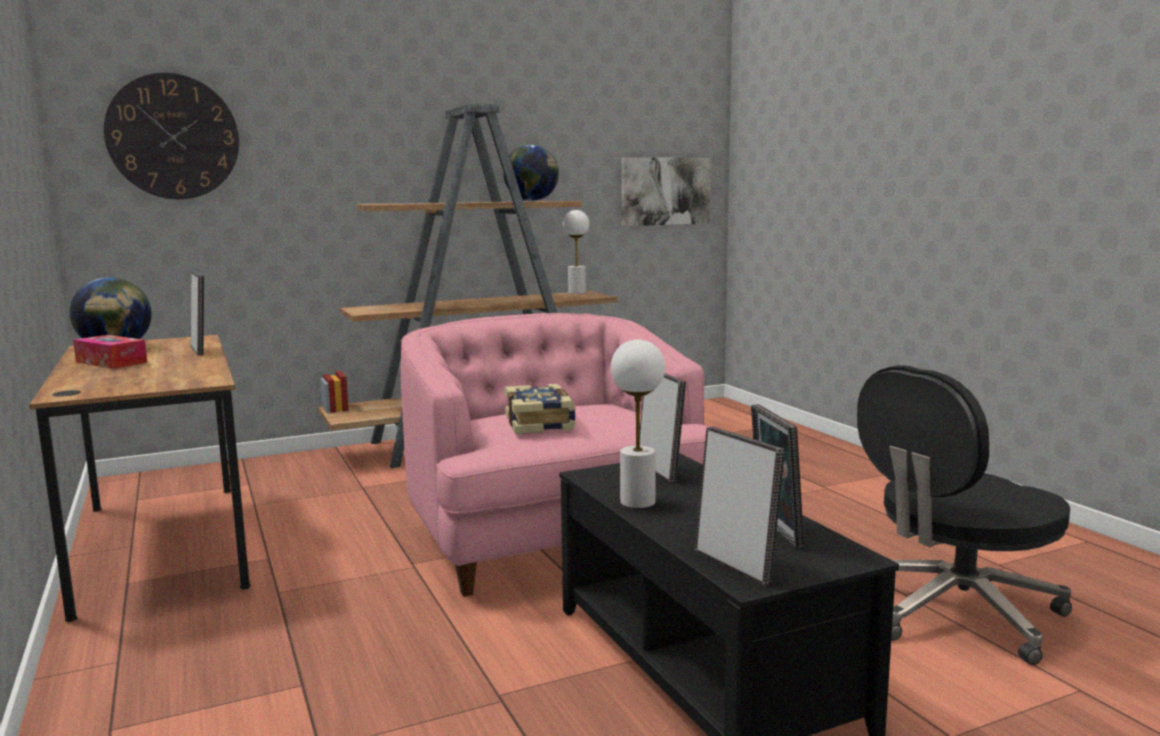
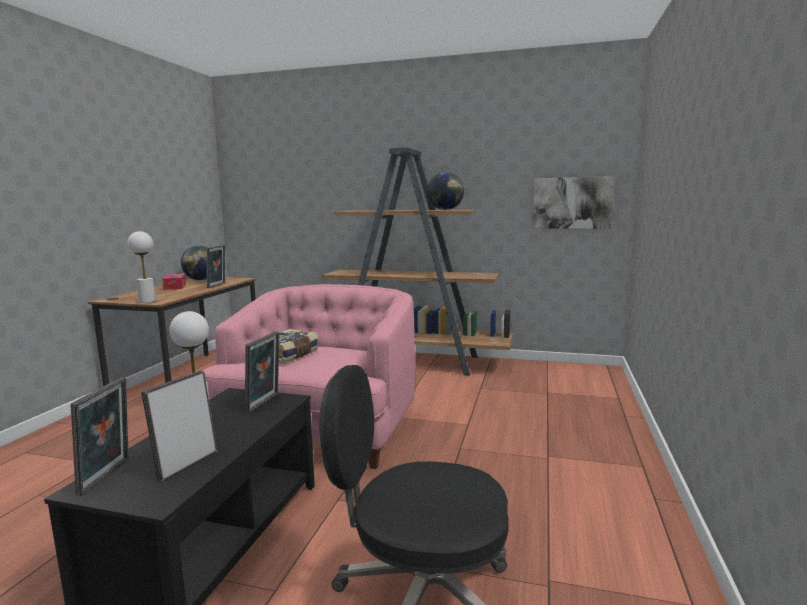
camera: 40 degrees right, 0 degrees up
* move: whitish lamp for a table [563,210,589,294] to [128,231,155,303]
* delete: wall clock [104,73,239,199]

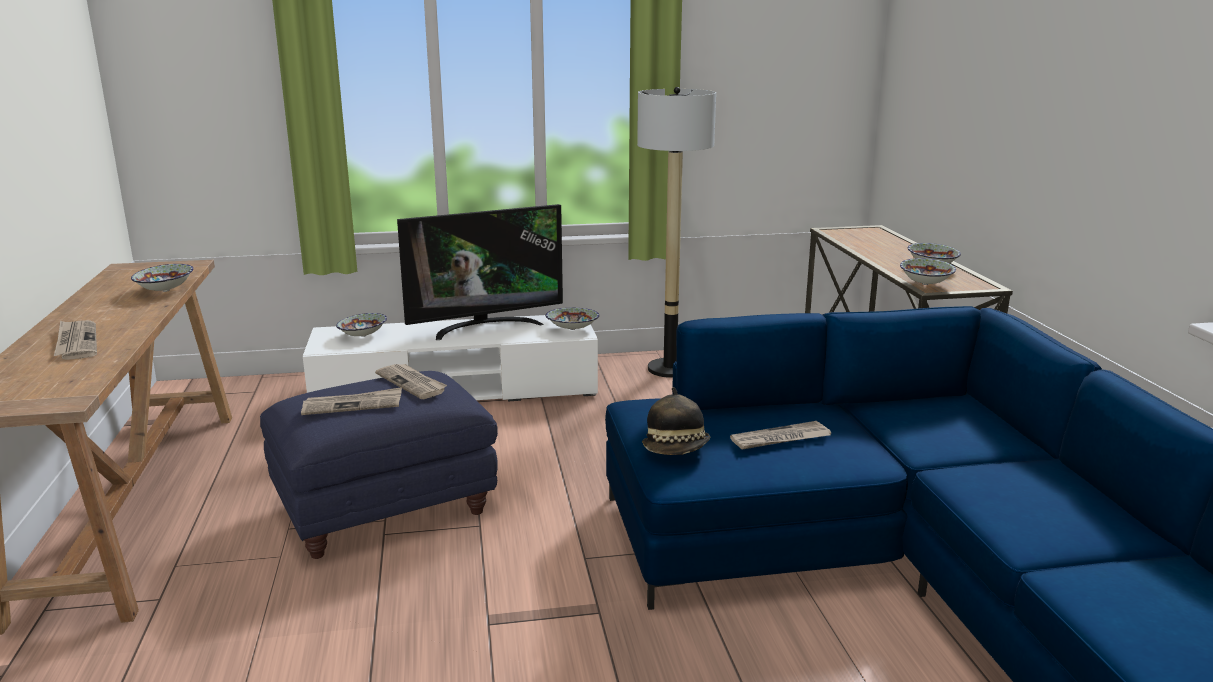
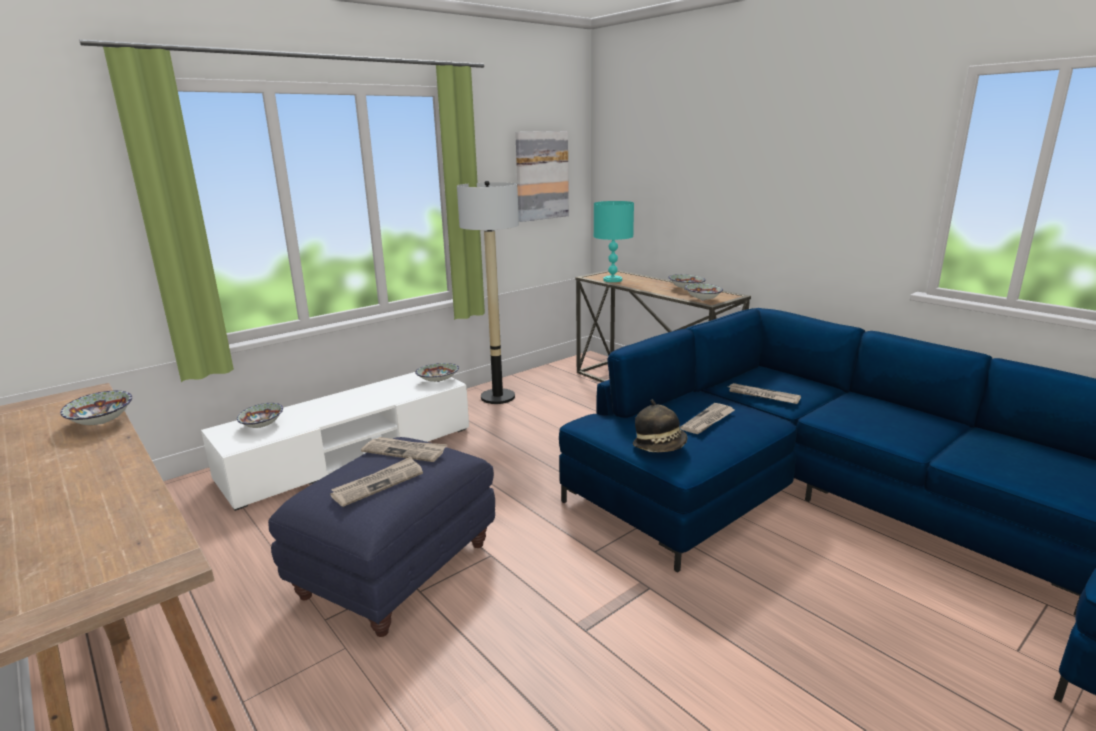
camera: 30 degrees left, 0 degrees up
* insert: wall picture [515,131,569,222]
* insert: turquoise-coloured lamp for a table [594,201,634,282]
* move: printed paper [54,320,97,360] to [729,383,801,404]
* delete: TV [397,204,563,340]

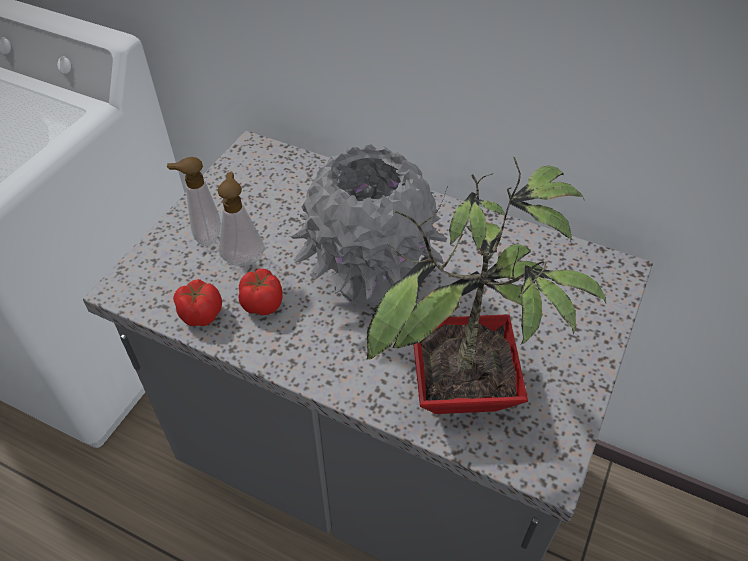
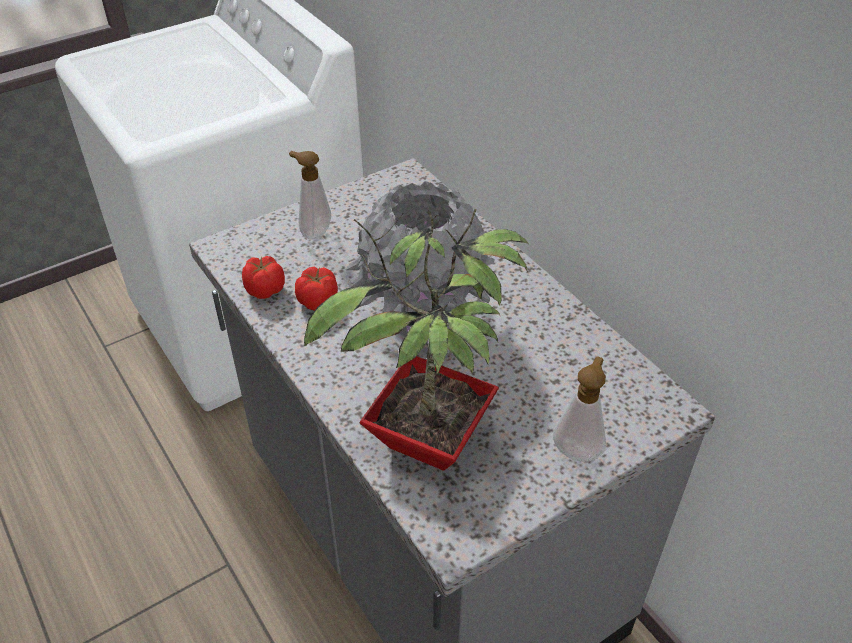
camera: 30 degrees right, 5 degrees down
* move: soap bottle [217,172,265,266] to [553,356,606,462]

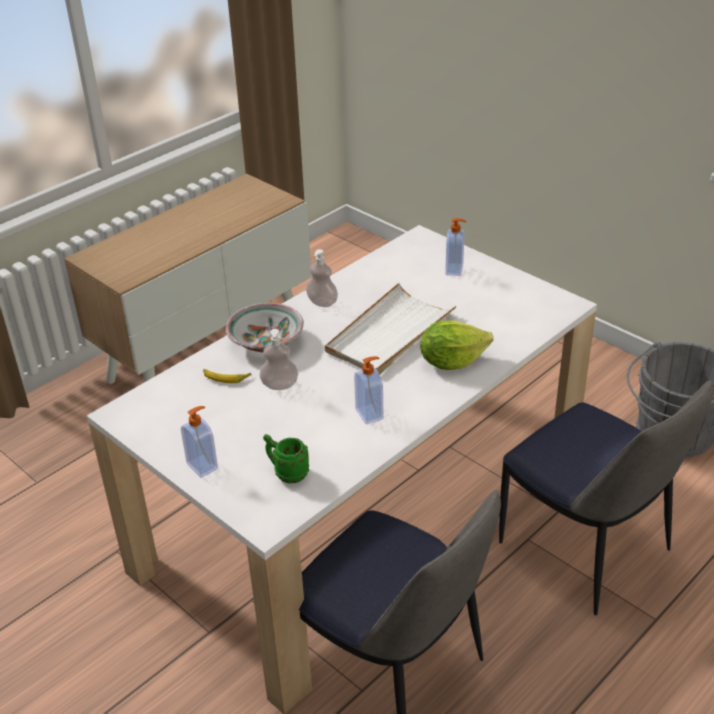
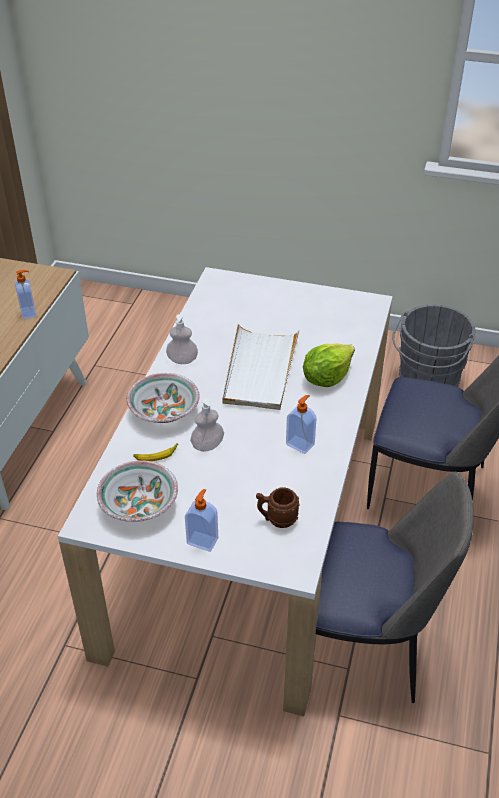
camera: 30 degrees left, 5 degrees up
* move: soap bottle [445,218,466,276] to [14,270,36,319]
* insert: deep dish [97,460,178,522]
* recolor: green coffee mug [263,434,309,484] to brown-coloured coffee mug [256,487,299,528]

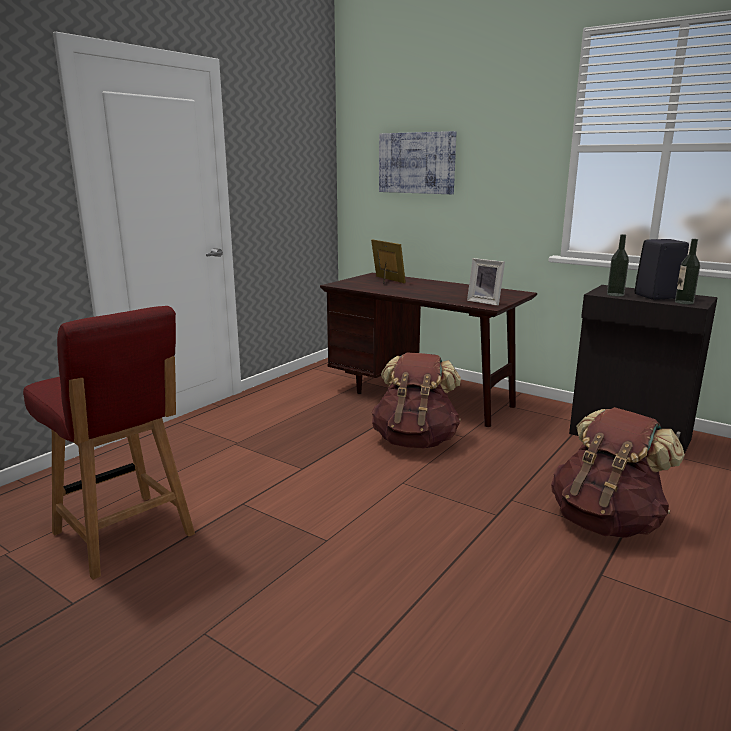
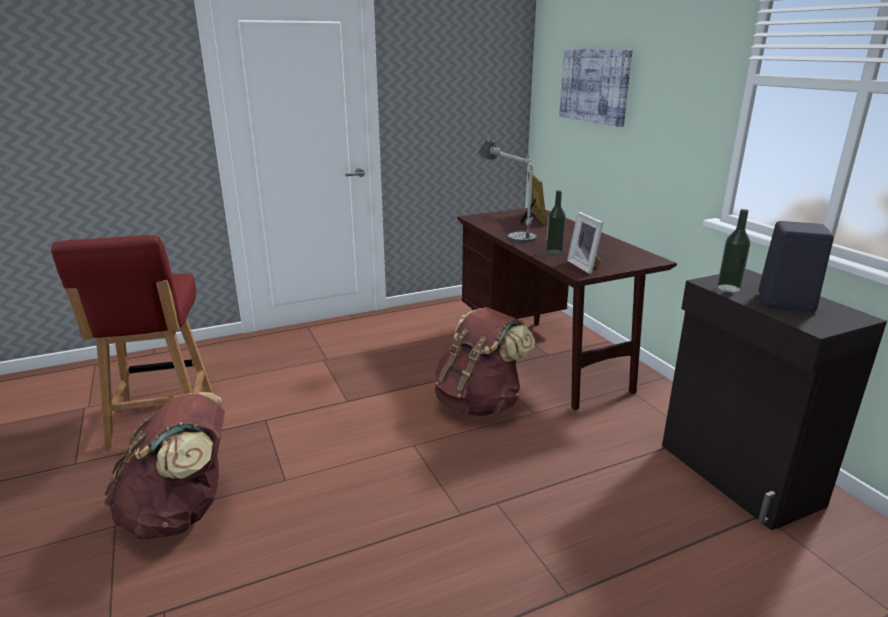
camera: 30 degrees right, 5 degrees up
* move: brown-coloured backpack [551,407,685,538] to [104,392,225,540]
* insert: lamp for a table [478,138,537,243]
* move: bottle [675,239,700,304] to [546,190,566,255]

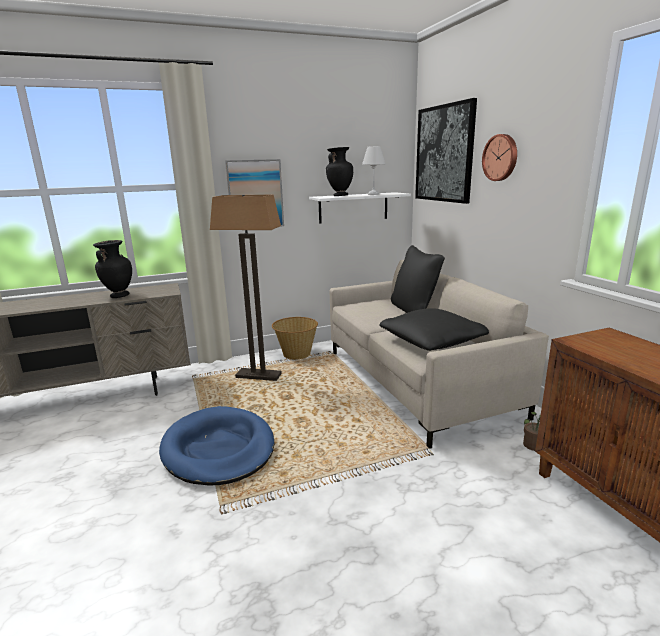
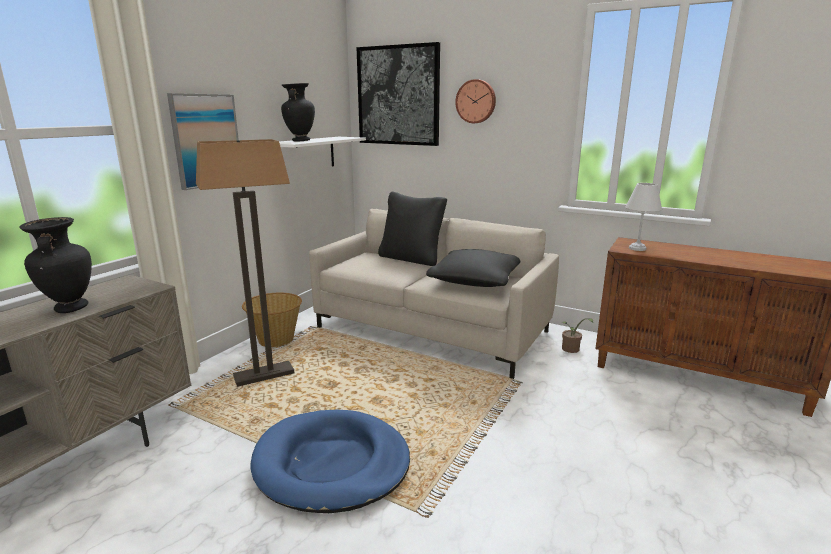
camera: 40 degrees left, 0 degrees up
* move: whitish lamp for a table [362,146,386,195] to [626,183,662,251]

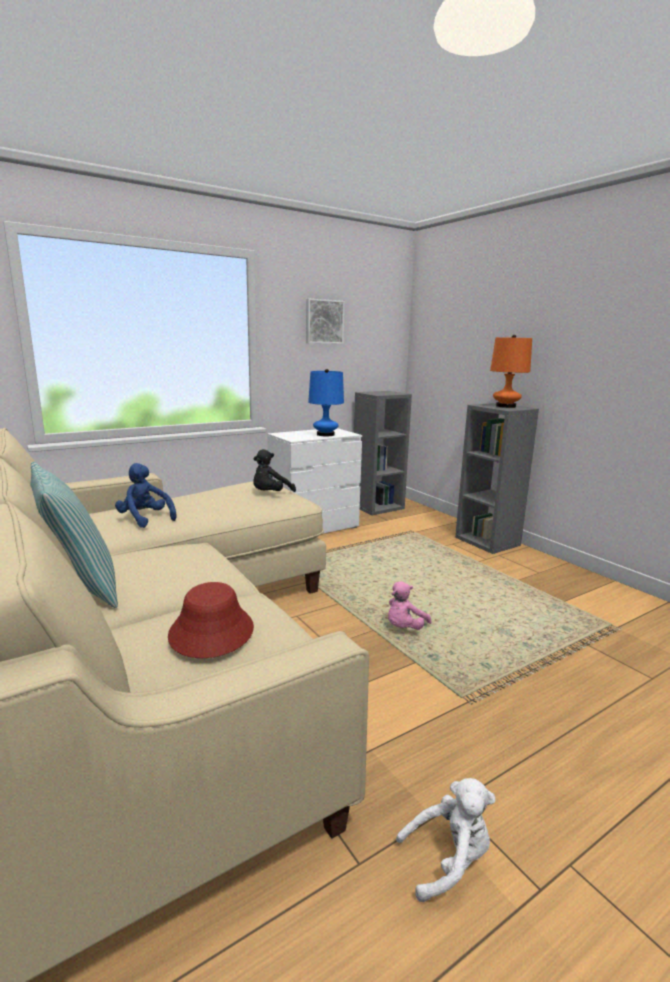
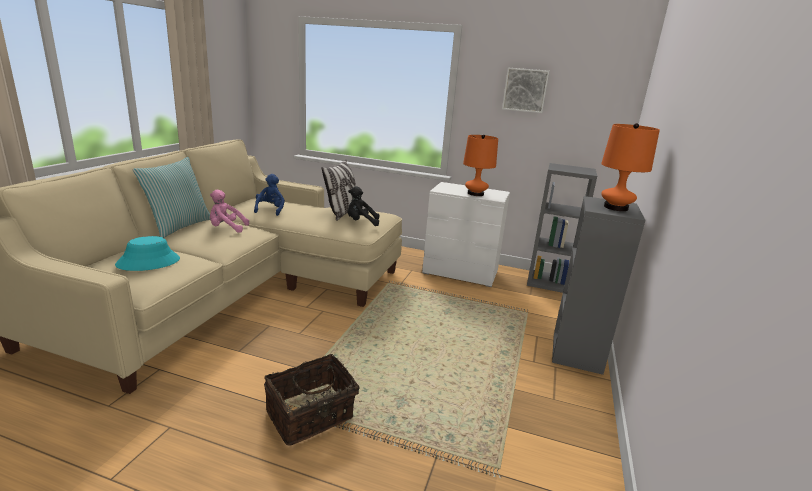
camera: 50 degrees right, 5 degrees up
* recolor: red-coloured clothing hat [168,582,254,658] to turquoise-coloured clothing hat [115,236,180,271]
* move: pinkish soft toy [388,581,431,630] to [210,190,249,233]
* insert: household basket [264,354,362,446]
* insert: pillow [321,160,356,221]
* recolor: blue lamp for a table [308,369,344,436] to orangey lamp for a table [463,134,498,196]
* delete: whitish soft toy [396,778,496,902]

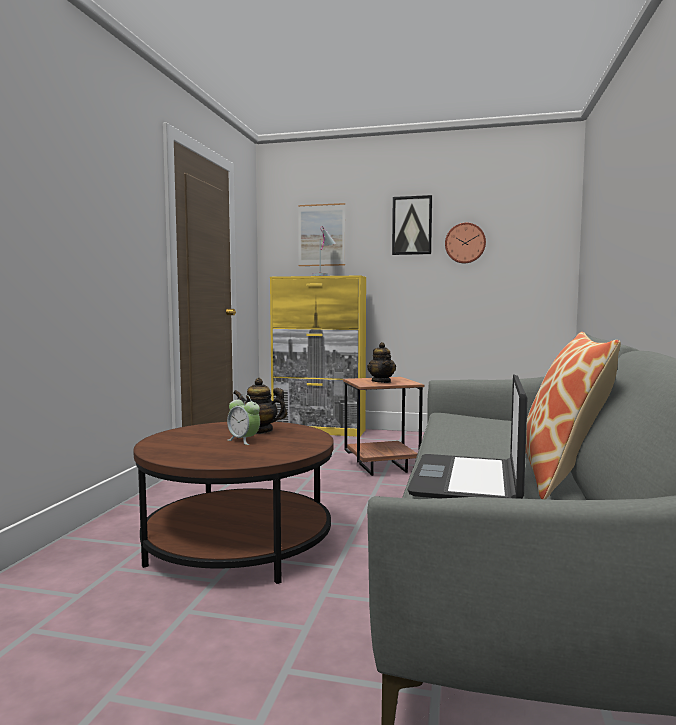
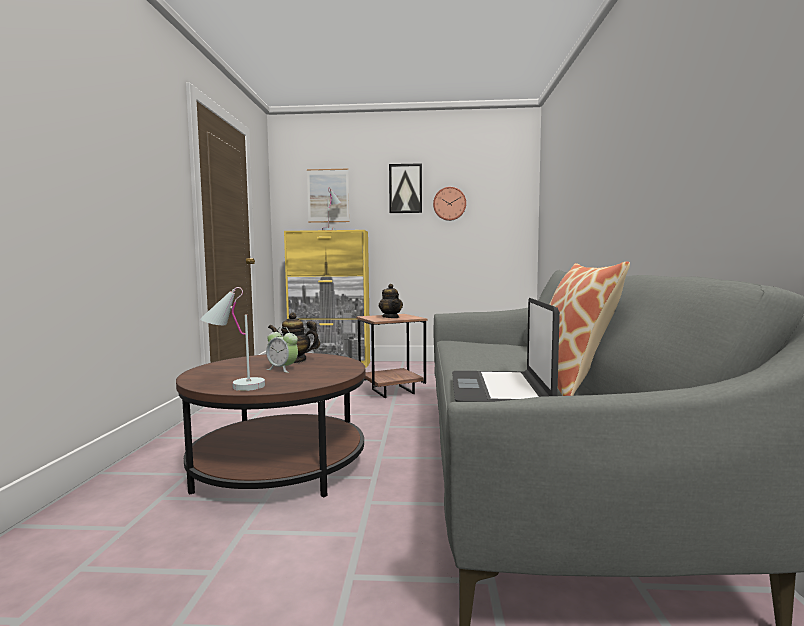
camera: 10 degrees left, 0 degrees up
* insert: whitish lamp for a table [200,287,265,391]

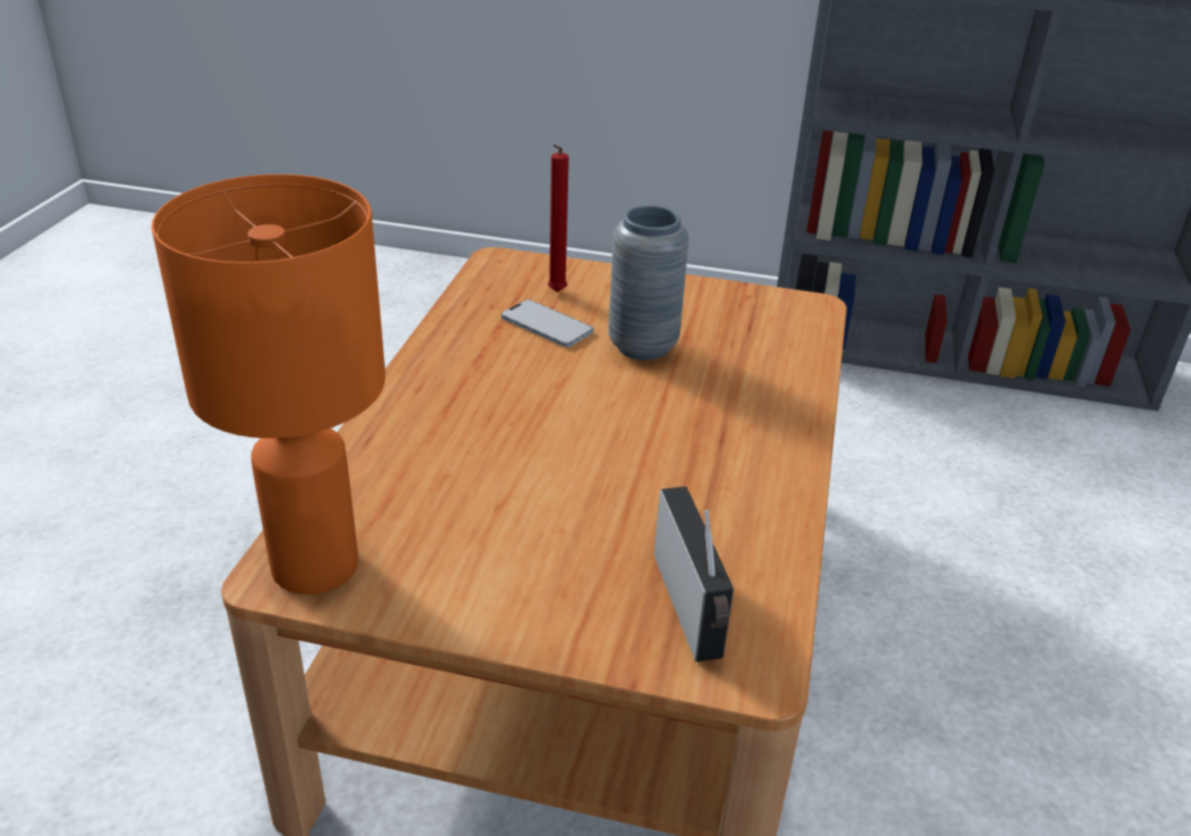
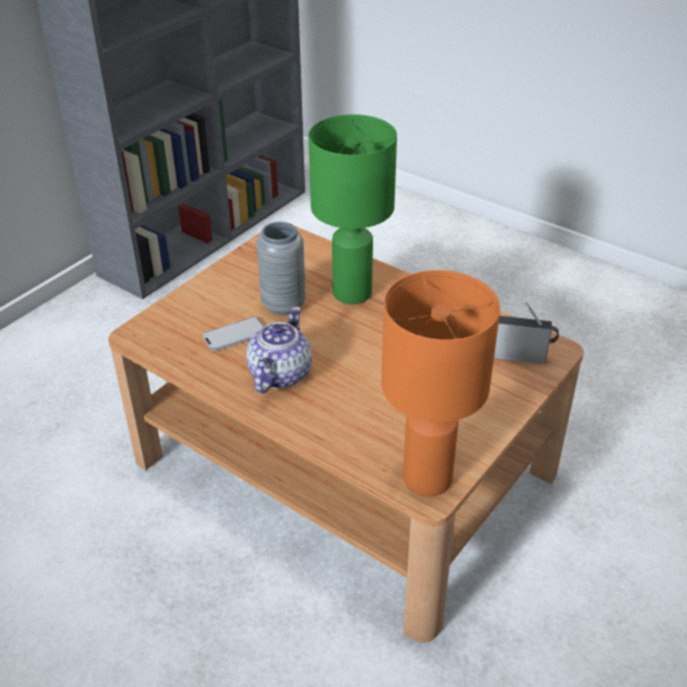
camera: 65 degrees left, 5 degrees up
* insert: teapot [246,307,312,393]
* insert: green lamp for a table [309,114,397,304]
* delete: red-coloured wax candle [547,144,569,292]

